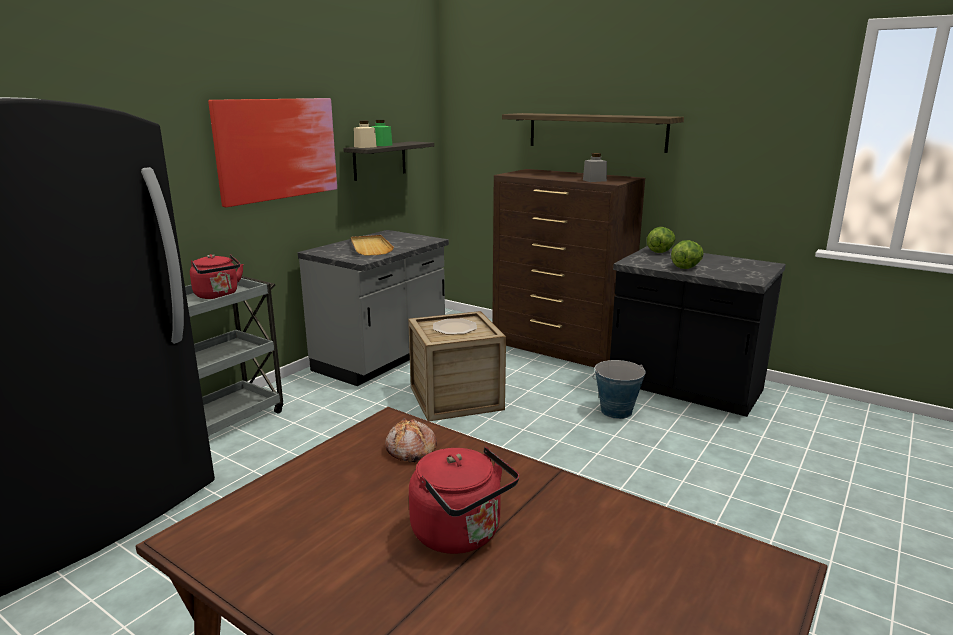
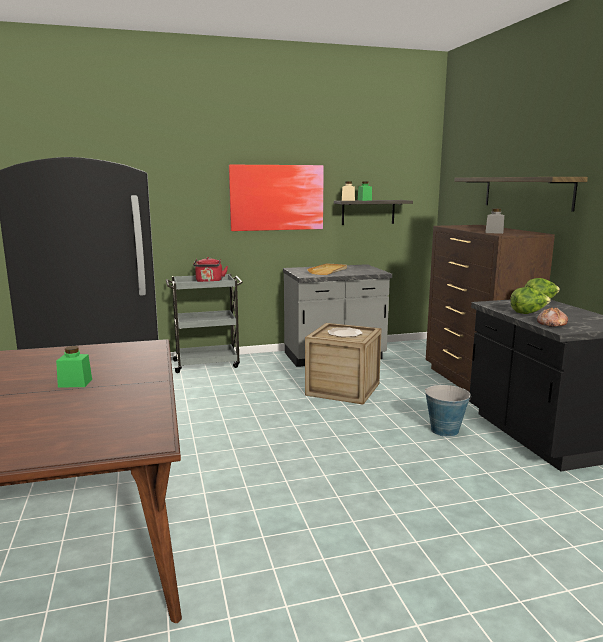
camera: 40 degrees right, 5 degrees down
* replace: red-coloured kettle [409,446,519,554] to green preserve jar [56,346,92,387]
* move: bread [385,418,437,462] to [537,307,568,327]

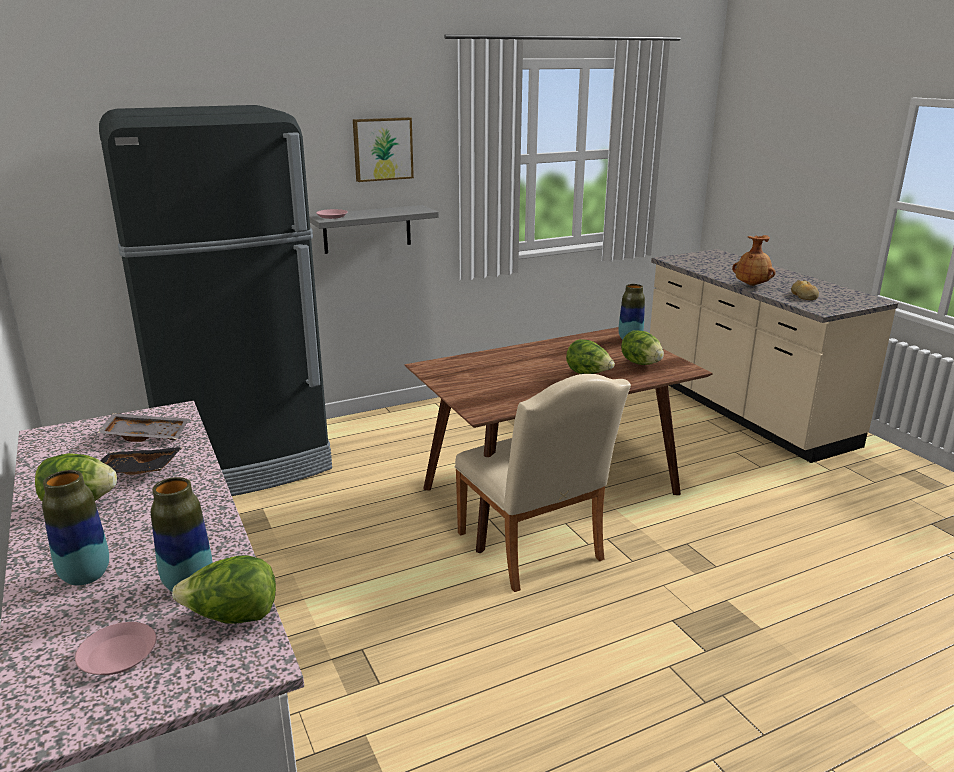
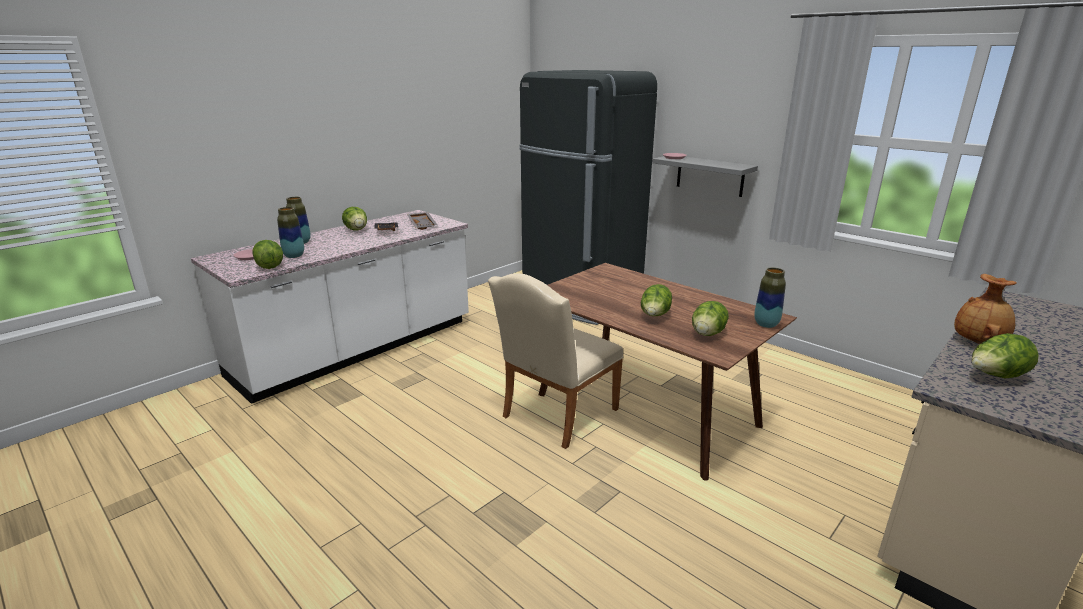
camera: 70 degrees right, 0 degrees up
* replace: bread [791,280,819,300] to head of lettuce [971,333,1039,378]
* delete: wall picture [353,117,414,182]

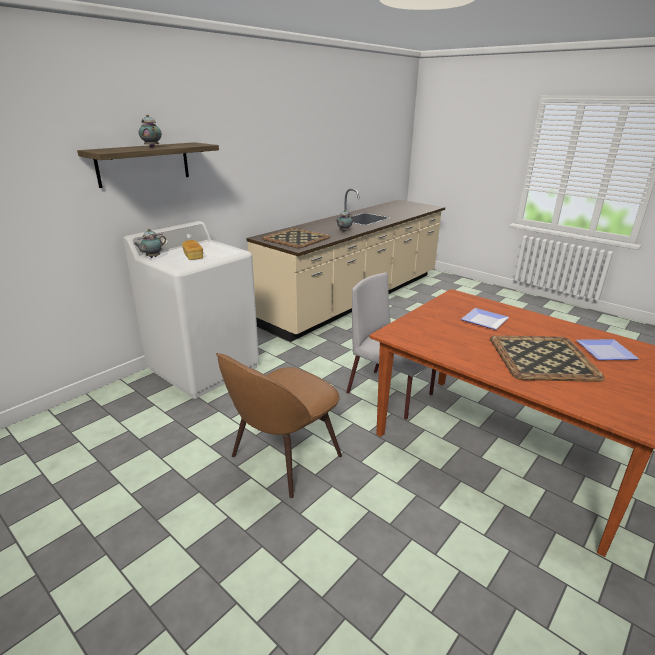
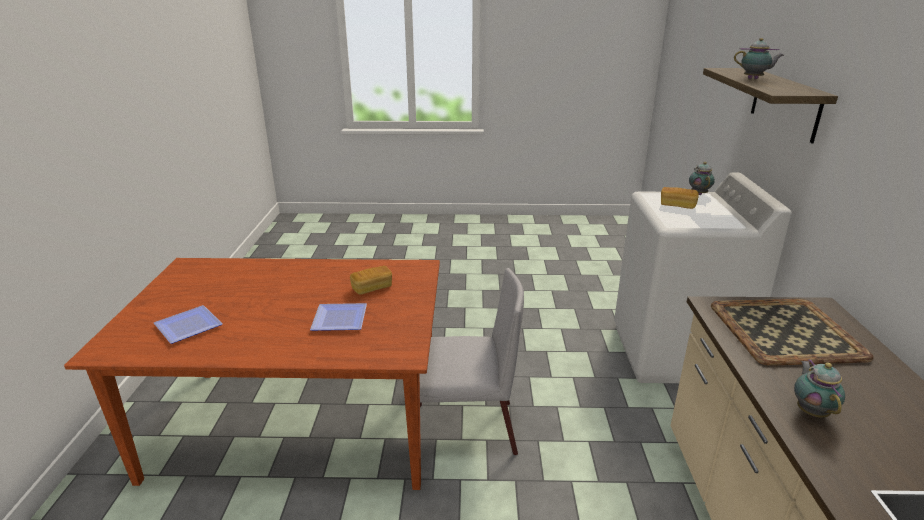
camera: 140 degrees right, 0 degrees up
* insert: bread [350,266,392,294]
* delete: brown-coloured upright chair [216,353,342,498]
* delete: tray [490,335,605,382]

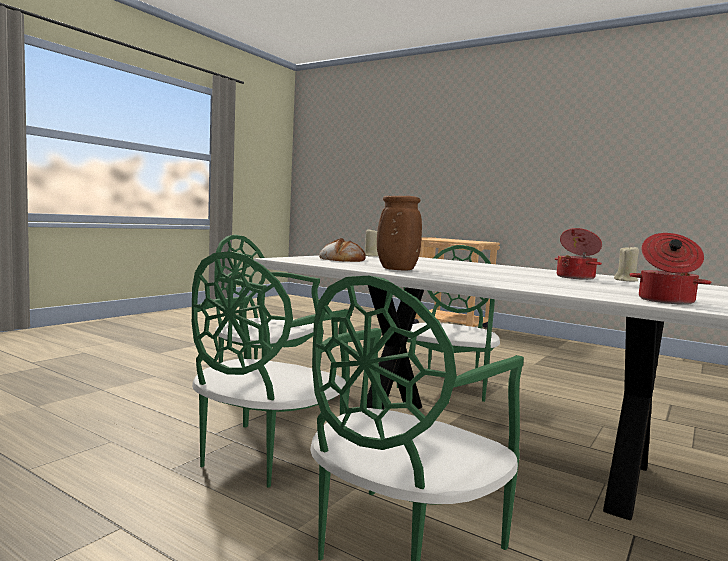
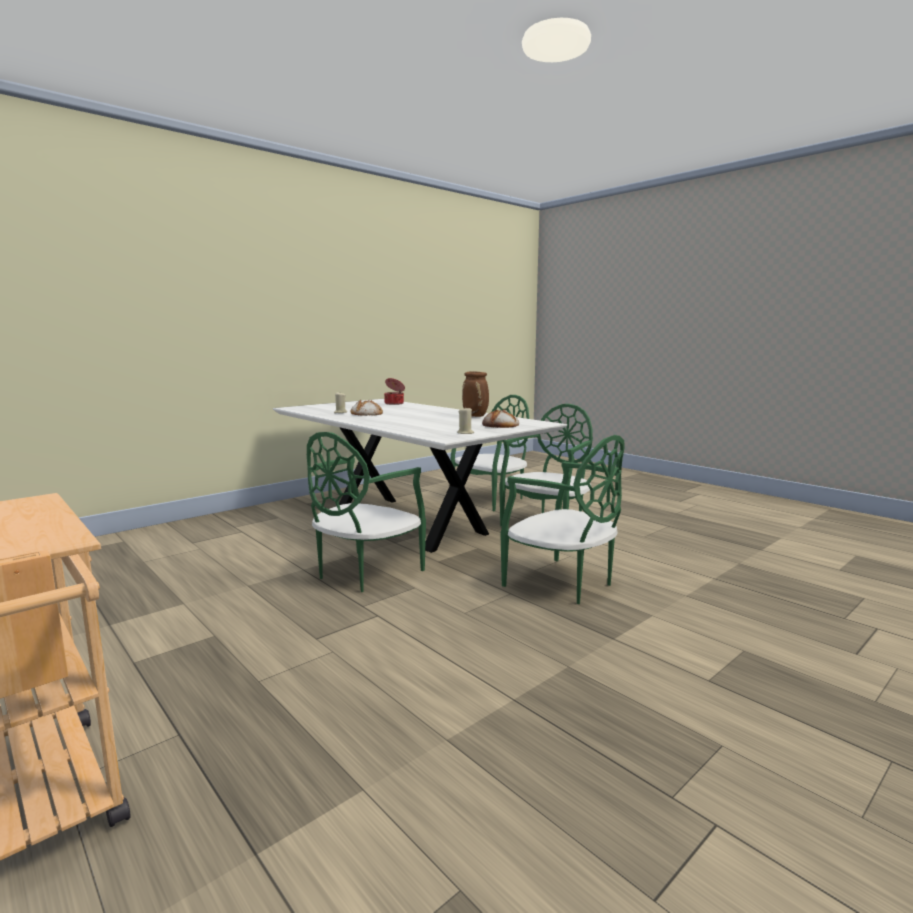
camera: 165 degrees left, 5 degrees up
* replace: cooking pot [555,228,602,280] to bread [350,400,383,416]

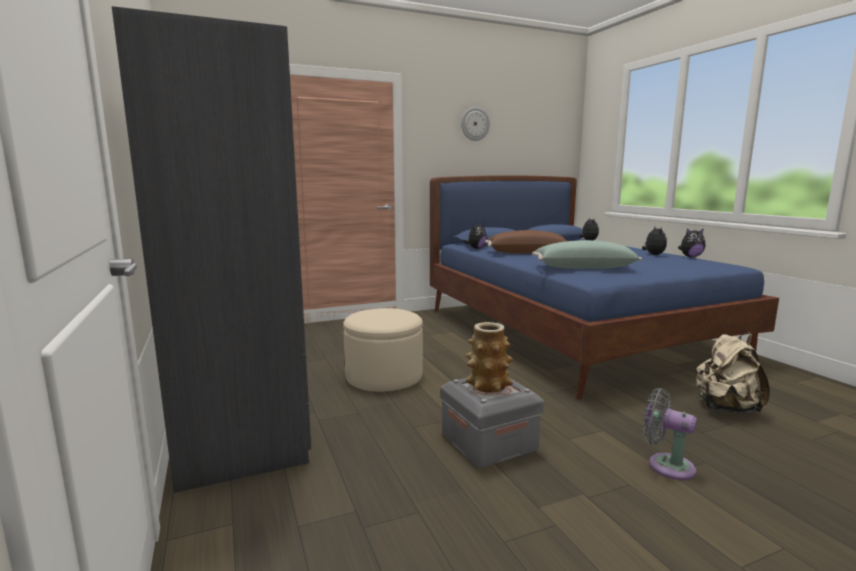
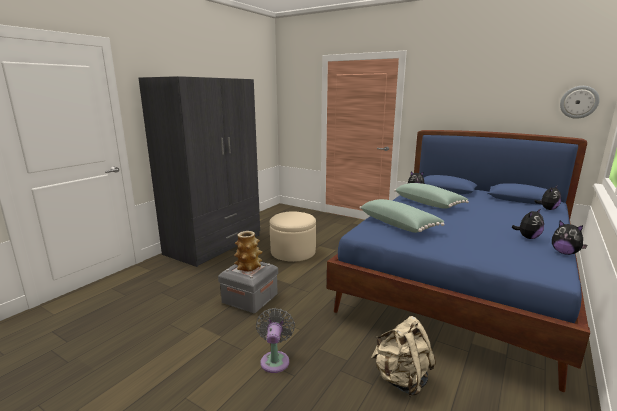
camera: 55 degrees right, 5 degrees up
* recolor: brown-coloured pillow [485,230,567,254] to green pillow [394,183,469,209]
* move: wall clock [461,107,490,141] to [560,86,600,119]

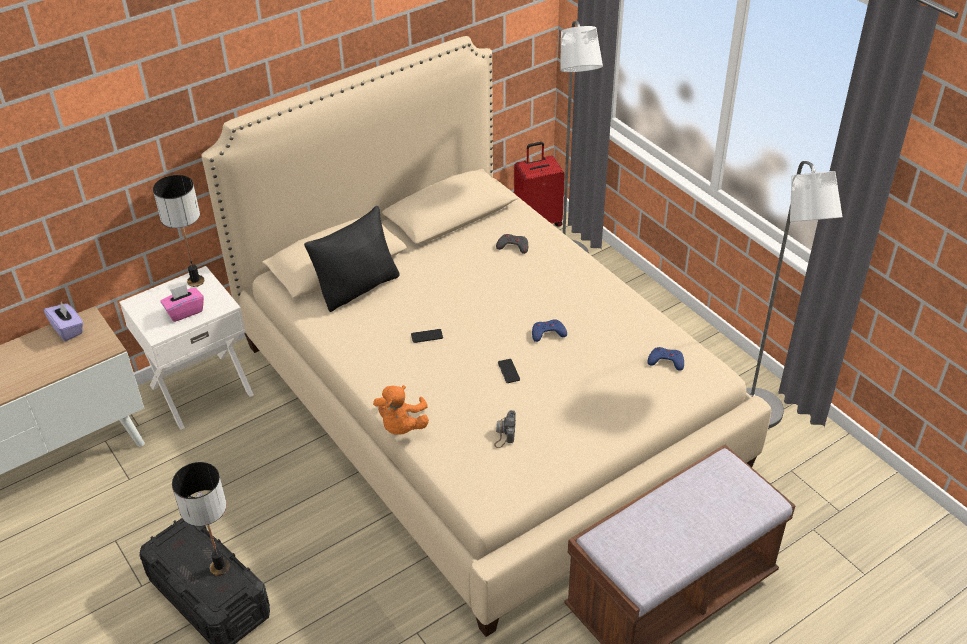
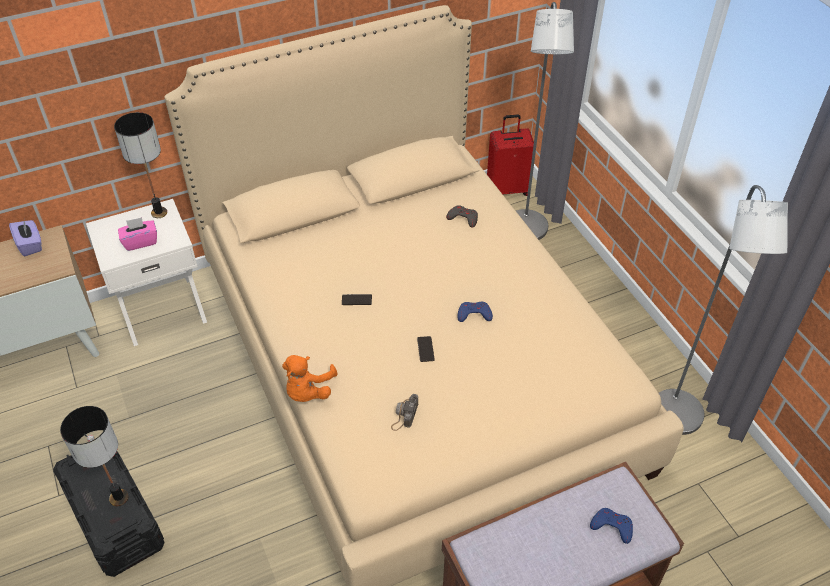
camera: 10 degrees right, 5 degrees up
* move: blue joypad [647,347,684,371] to [590,508,633,544]
* delete: blackish pillow [304,206,400,312]

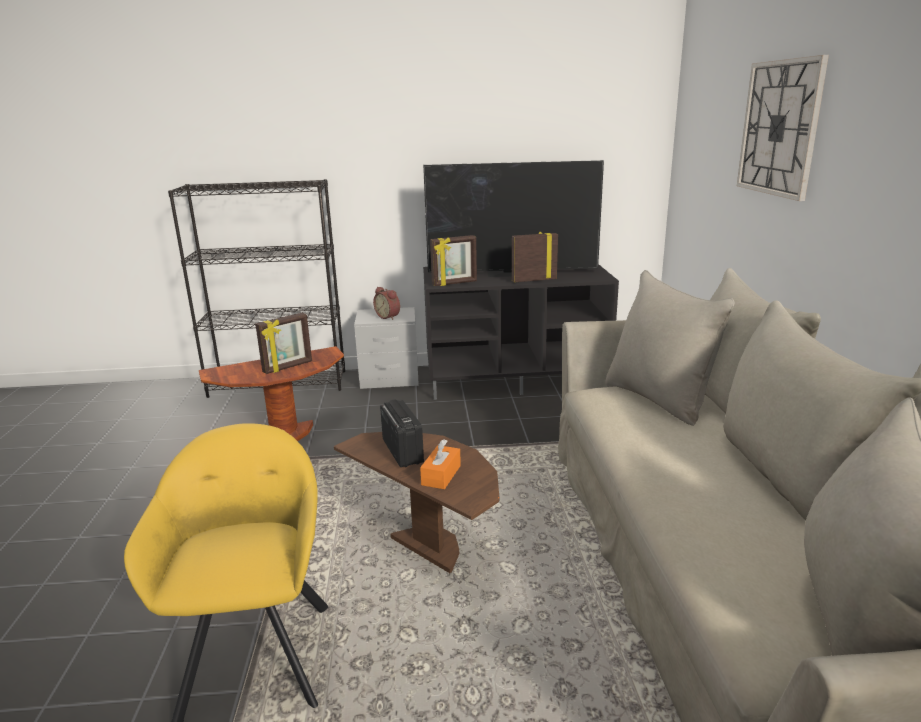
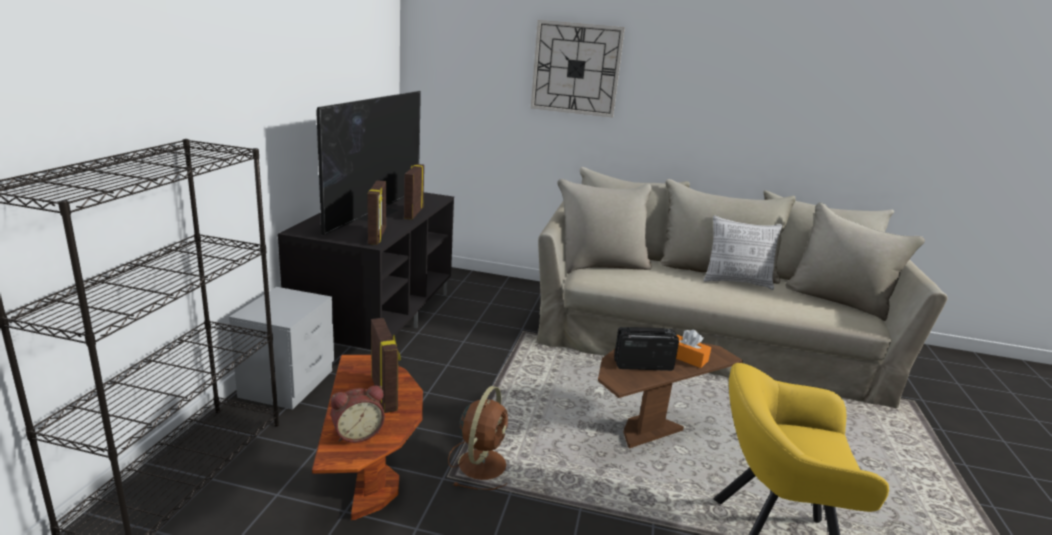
camera: 75 degrees left, 0 degrees up
* move: bedside clock [373,287,400,320] to [331,386,385,443]
* insert: brown-coloured electric fan [448,386,508,490]
* insert: pillow [704,215,782,290]

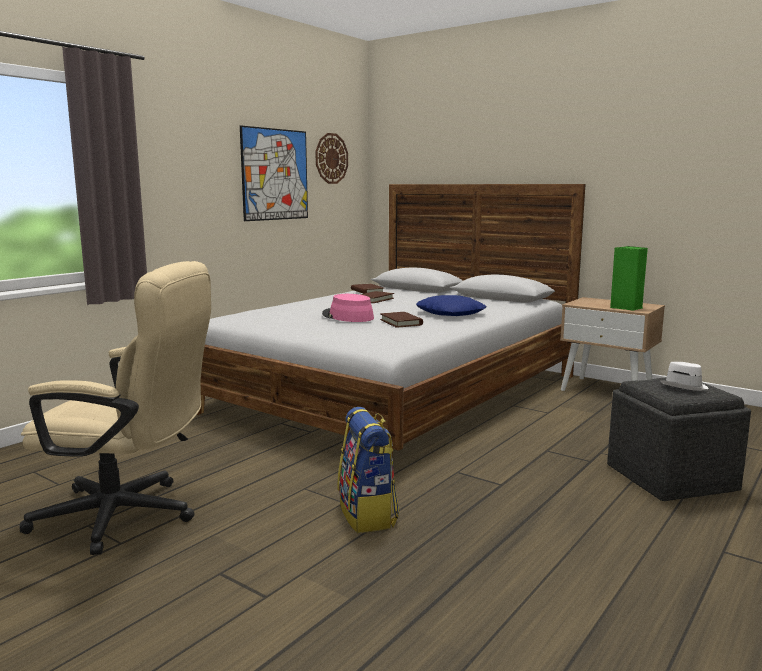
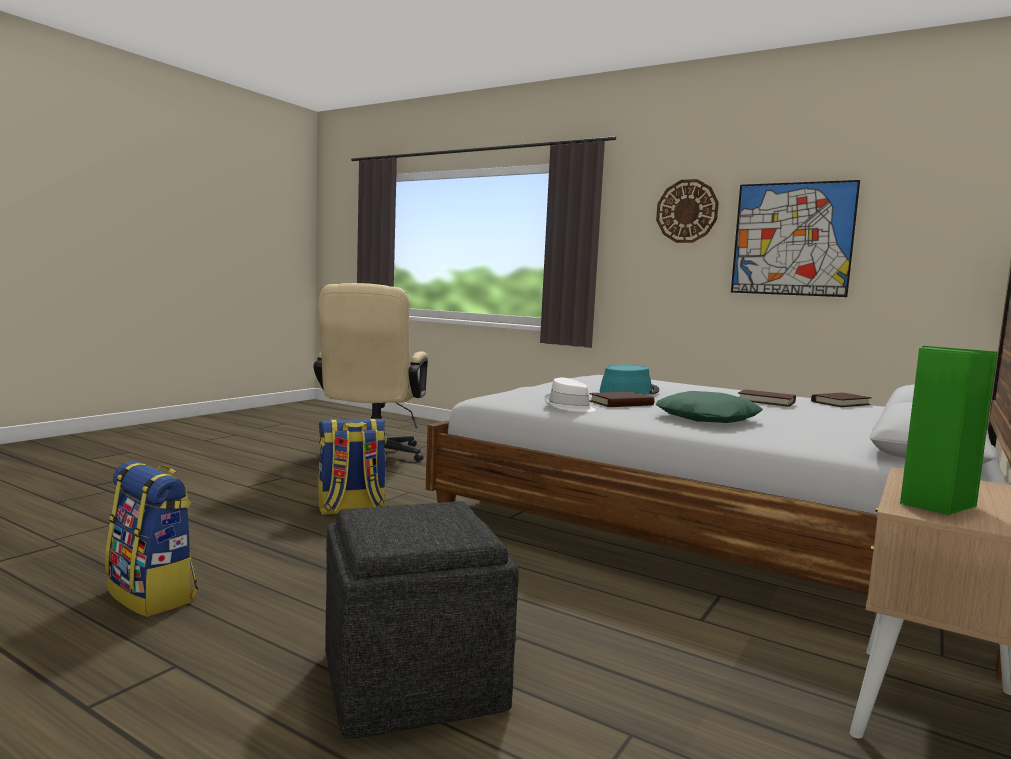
camera: 85 degrees right, 5 degrees down
* insert: backpack [105,461,198,617]
* move: whitish clothing hat [660,362,708,391] to [545,378,596,412]
* recolor: pinkish clothing hat [322,294,374,322] to turquoise-coloured clothing hat [600,365,659,395]
* move: wall clock [315,133,348,184] to [656,179,719,243]
* recolor: blue pillow [416,295,487,316] to green pillow [656,391,763,423]

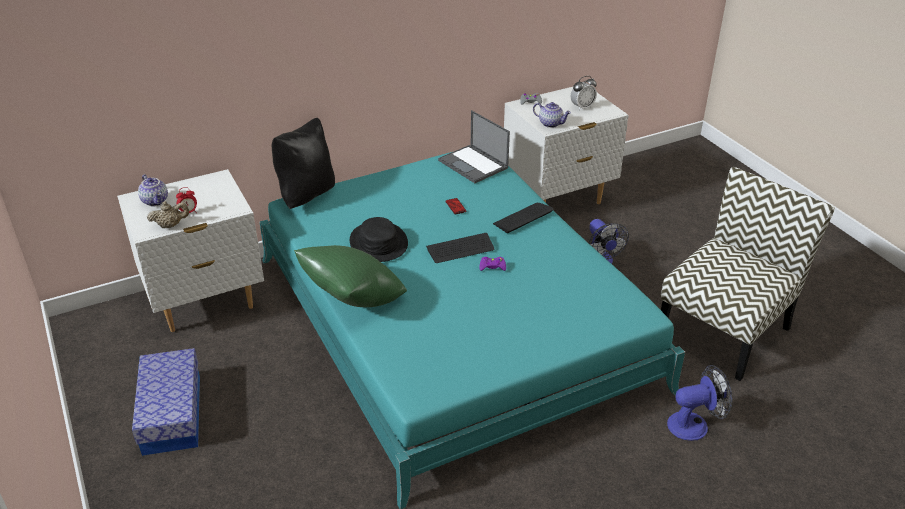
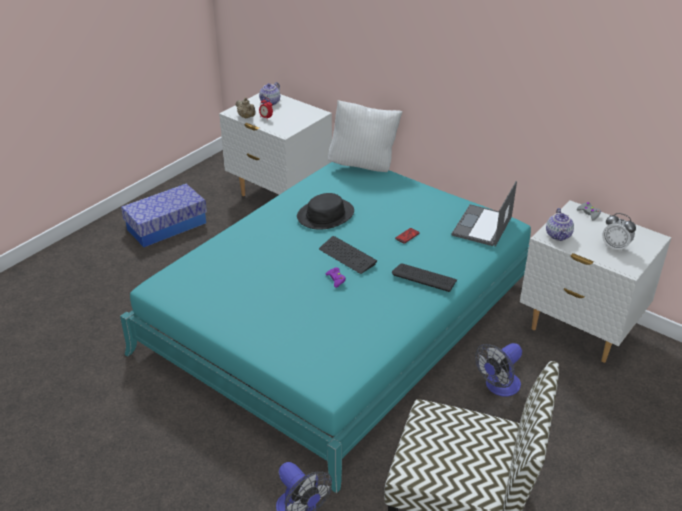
camera: 65 degrees right, 0 degrees up
* recolor: blackish pillow [272,118,335,209] to whitish pillow [328,100,403,172]
* delete: green pillow [294,245,407,307]

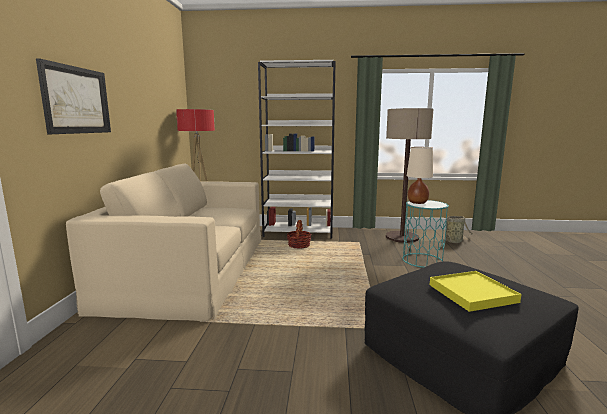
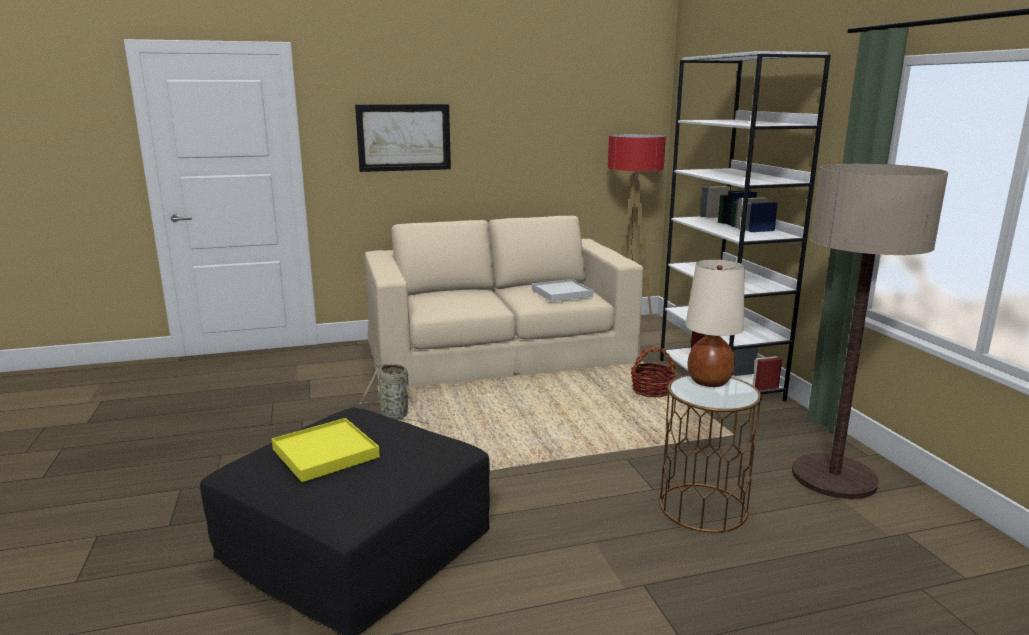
camera: 70 degrees right, 5 degrees up
* move: household basket [441,216,472,243] to [360,363,429,424]
* insert: whitish tray [532,279,593,302]
* recolor: turquoise-coloured side table [402,200,449,268] to brown-coloured side table [660,374,762,533]

